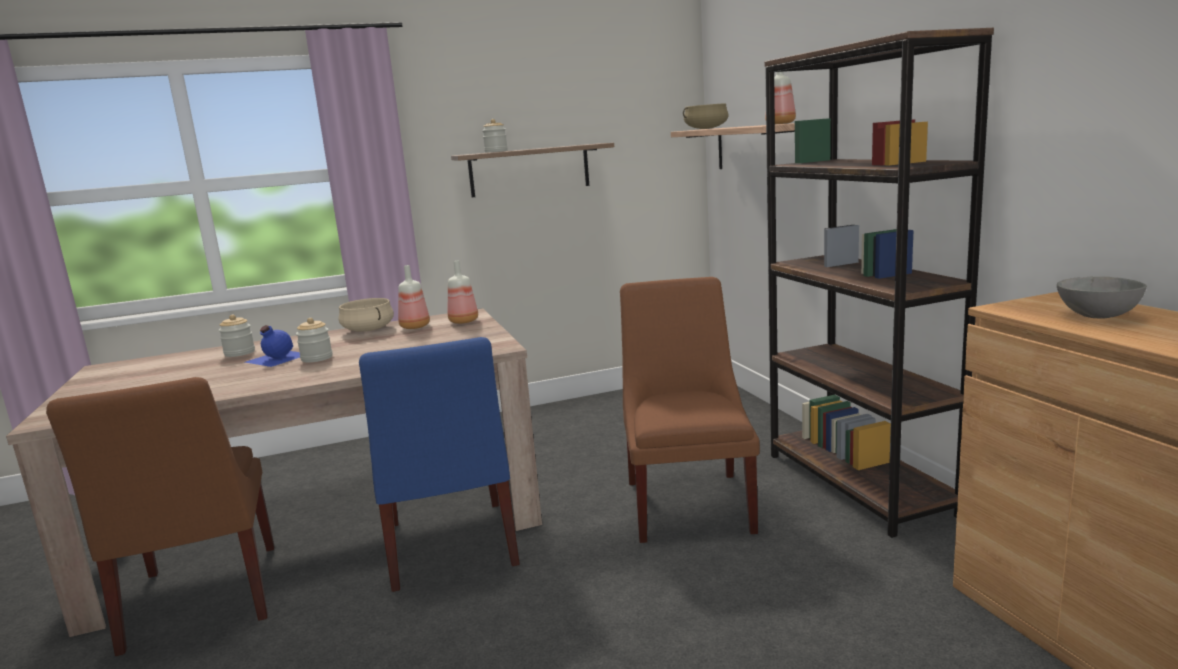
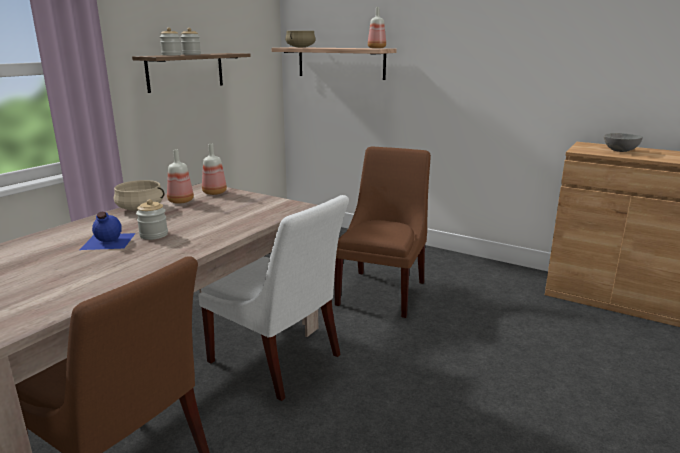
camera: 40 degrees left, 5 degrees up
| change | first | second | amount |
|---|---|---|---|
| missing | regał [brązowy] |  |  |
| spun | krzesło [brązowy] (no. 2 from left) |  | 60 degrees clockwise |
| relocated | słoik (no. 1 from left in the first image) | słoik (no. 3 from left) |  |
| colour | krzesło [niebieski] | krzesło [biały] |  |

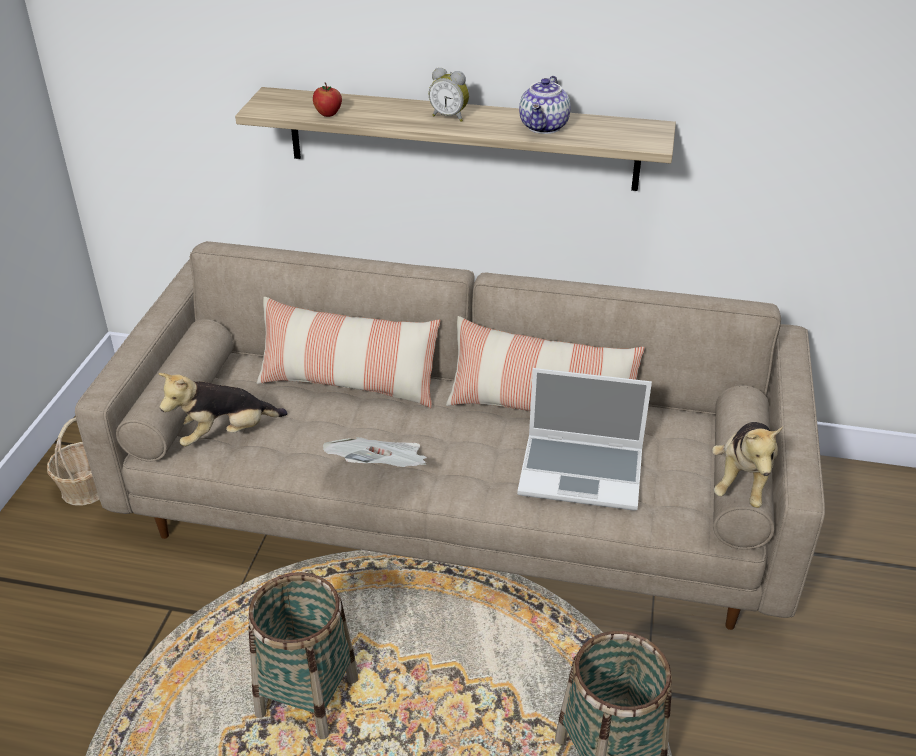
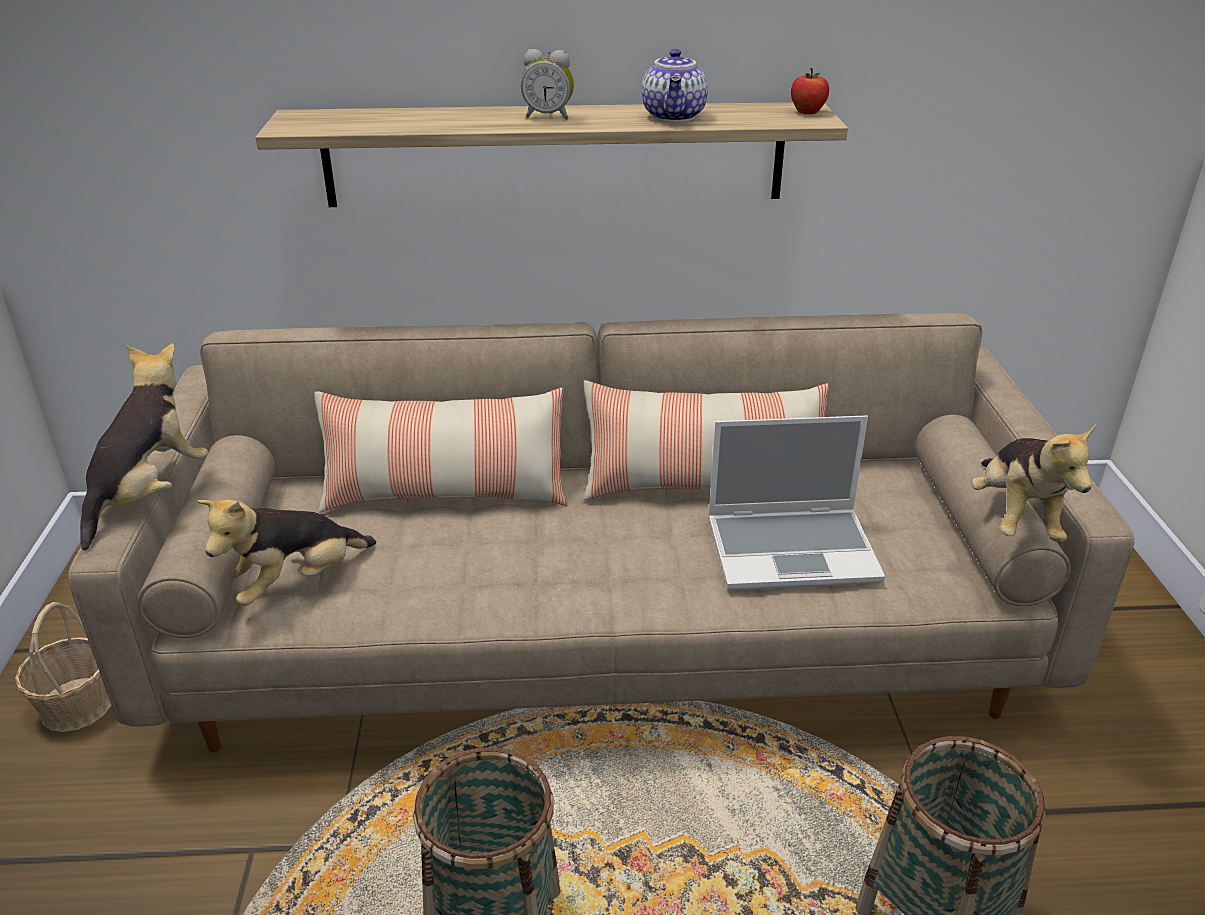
camera: 15 degrees left, 5 degrees down
| change | first | second | amount |
|---|---|---|---|
| relocated | jabłko |  |  |
| missing | gazeta |  |  |
| appeared |  | pluszak (no. 1 from left) |  |

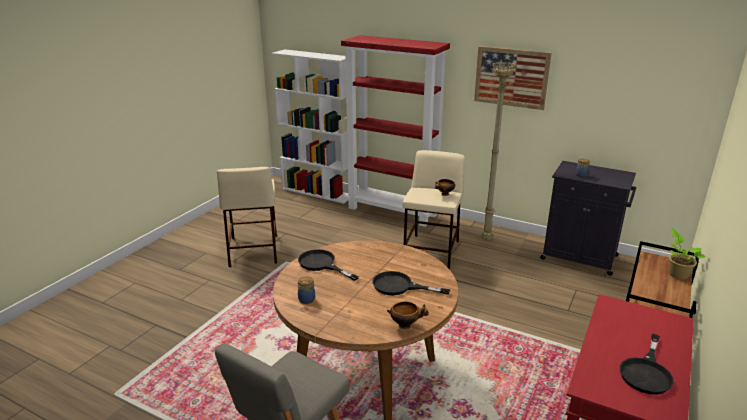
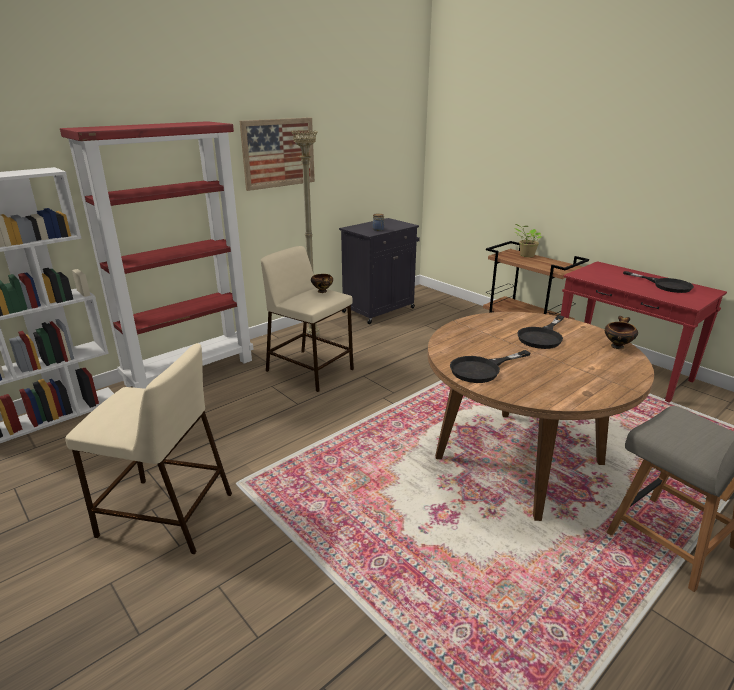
camera: 70 degrees left, 0 degrees up
| change | first | second | amount |
|---|---|---|---|
| missing | słoik (no. 1 from left) |  |  |

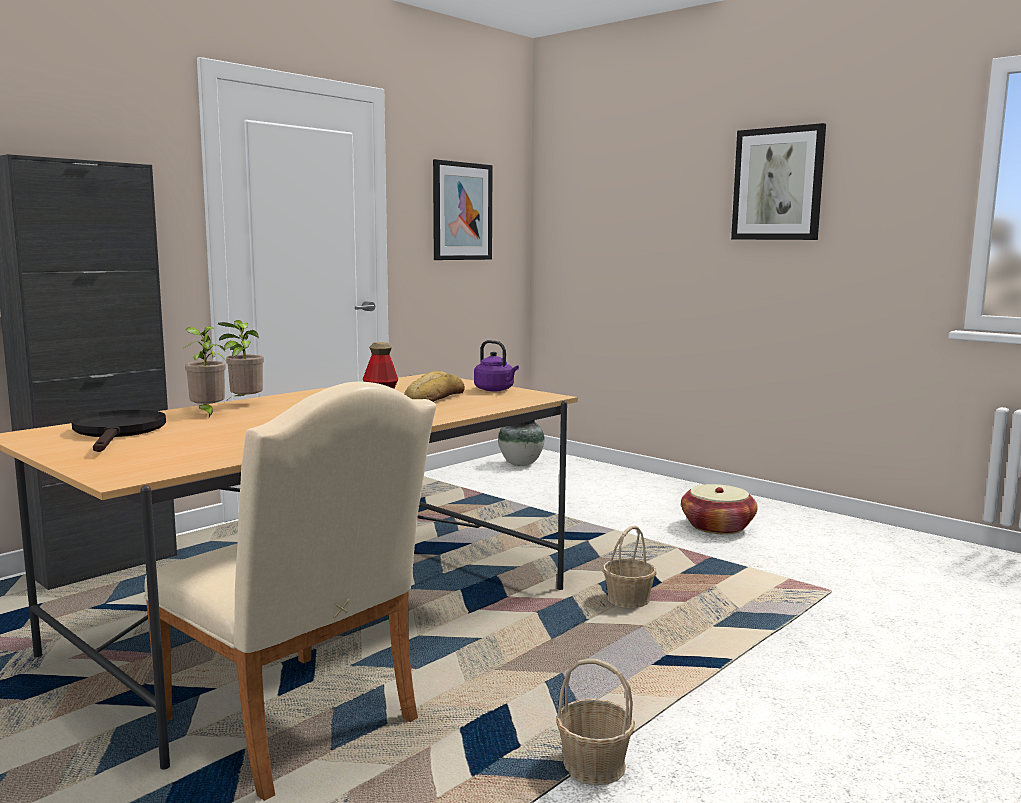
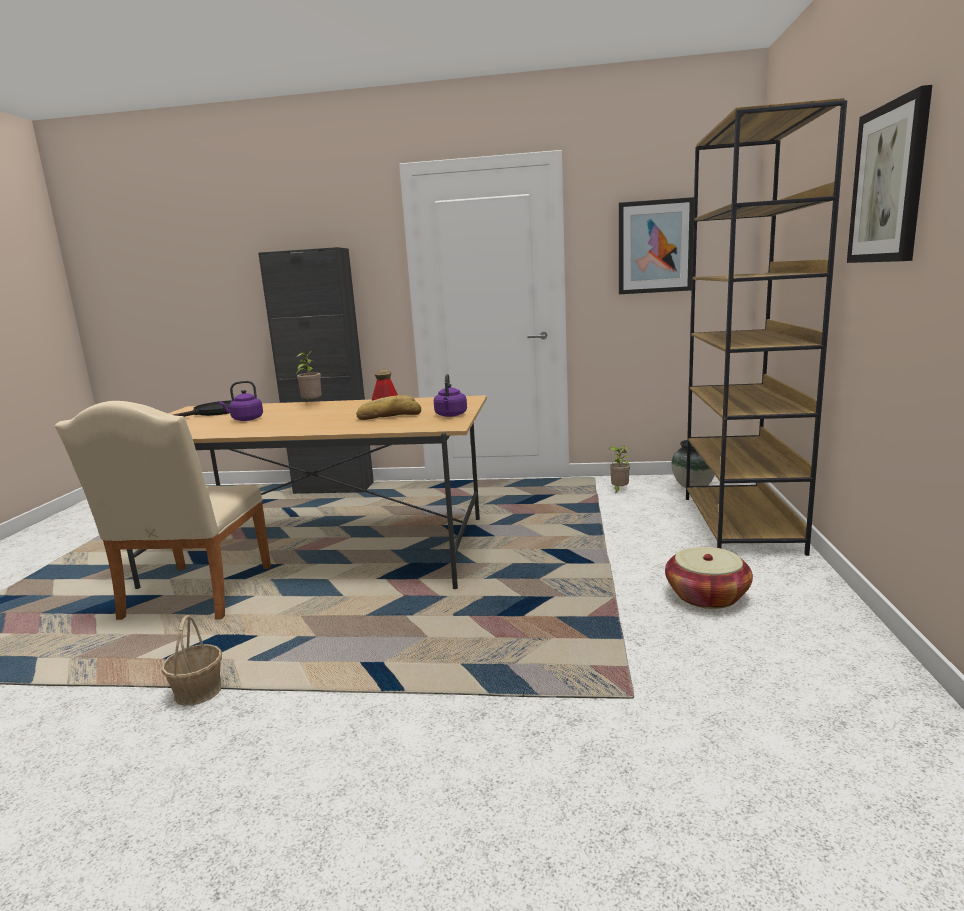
camera: 55 degrees right, 5 degrees up
| change | first | second | amount |
|---|---|---|---|
| relocated | roślina doniczkowa (no. 1 from left in the first image) | roślina doniczkowa (no. 2 from left) |  |
| missing | koszyk (no. 2 from left) |  |  |
| appeared |  | regał [brązowy] |  |
| appeared |  | czajnik [fioletowy] (no. 1 from left) |  |

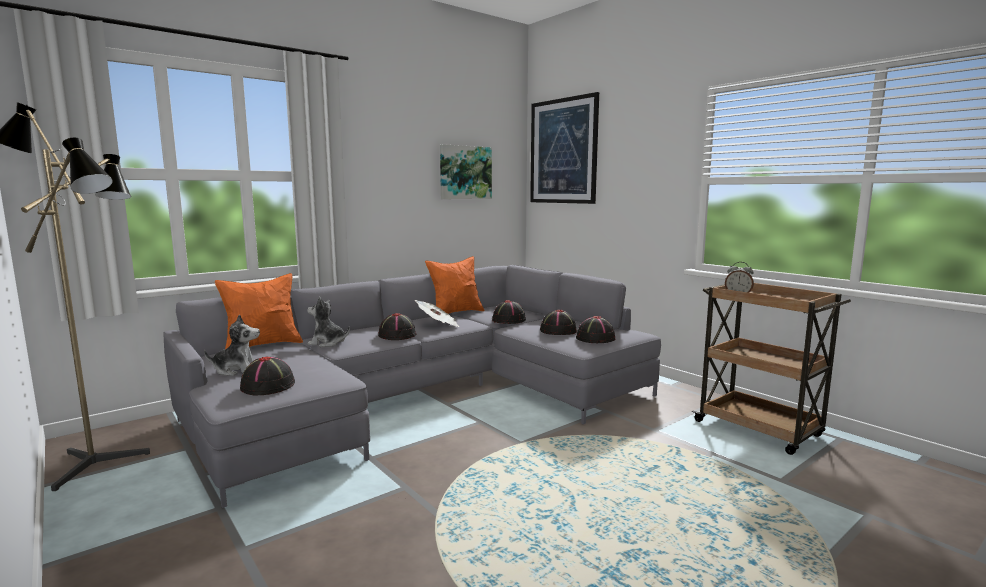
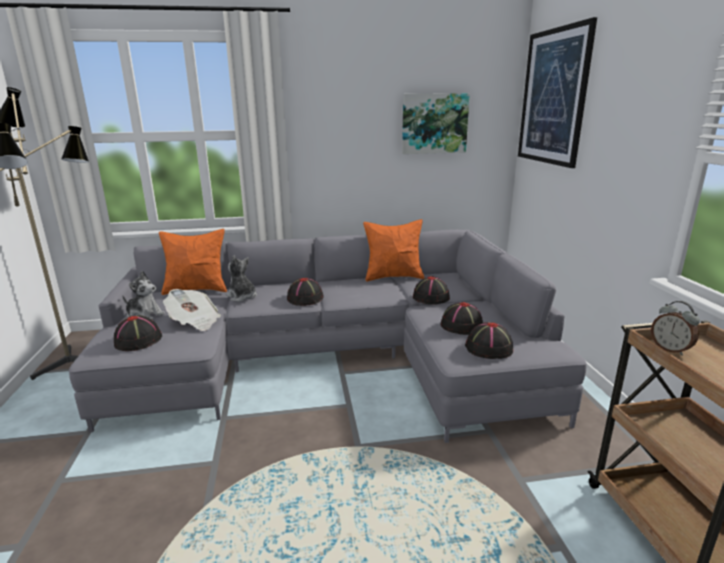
camera: 30 degrees right, 10 degrees up
| change | first | second | amount |
|---|---|---|---|
| relocated | gazeta |  |  |

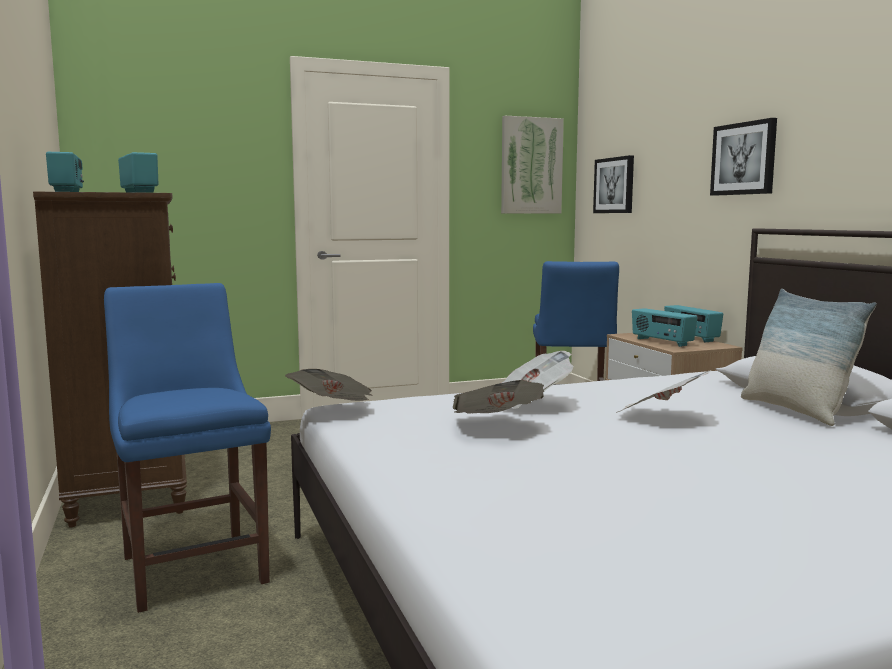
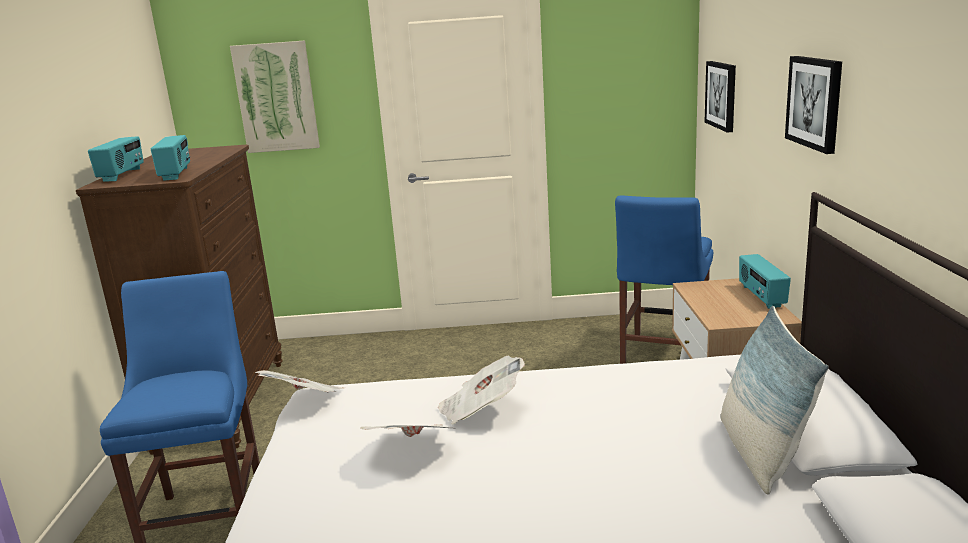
camera: 20 degrees right, 10 degrees up
| change | first | second | amount |
|---|---|---|---|
| relocated | obraz (no. 1 from left) |  |  |
| missing | radio (no. 3 from left) |  |  |
| missing | gazeta (no. 4 from left) |  |  |

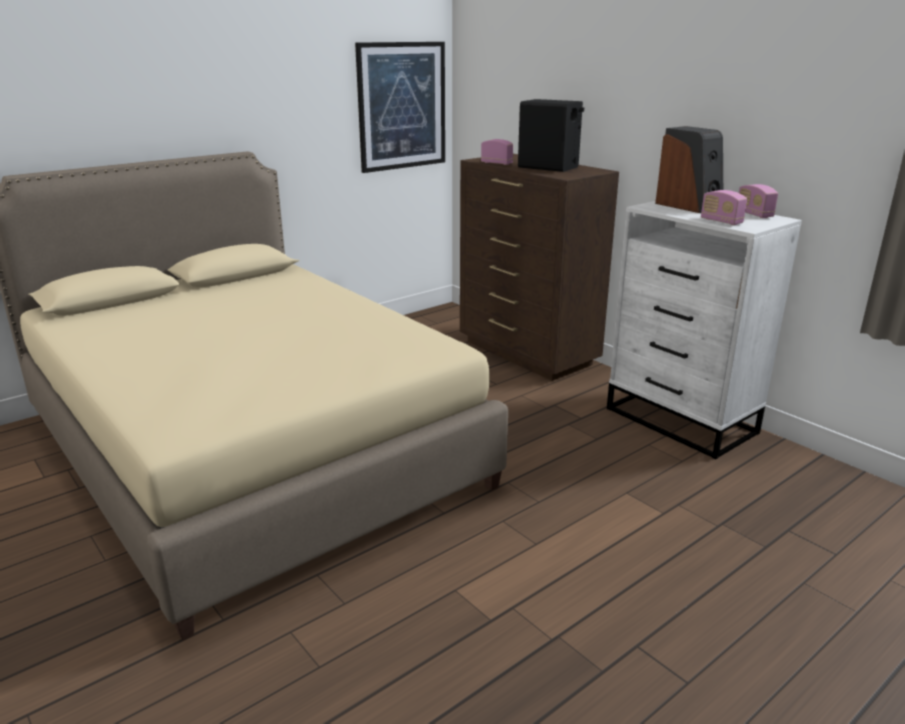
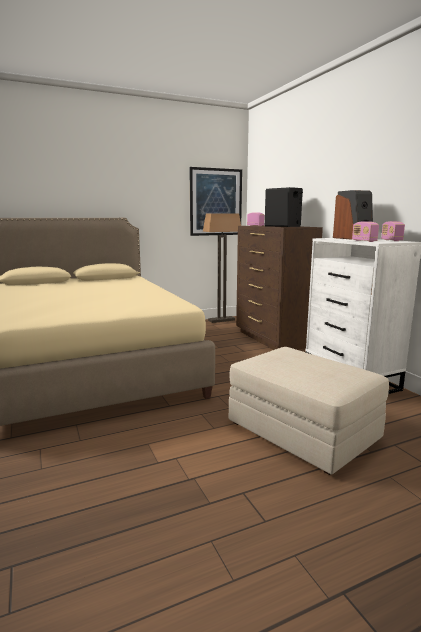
camera: 15 degrees right, 10 degrees down
| change | first | second | amount |
|---|---|---|---|
| appeared |  | lampa stojąca |  |
| appeared |  | pufa [beżowy] |  |

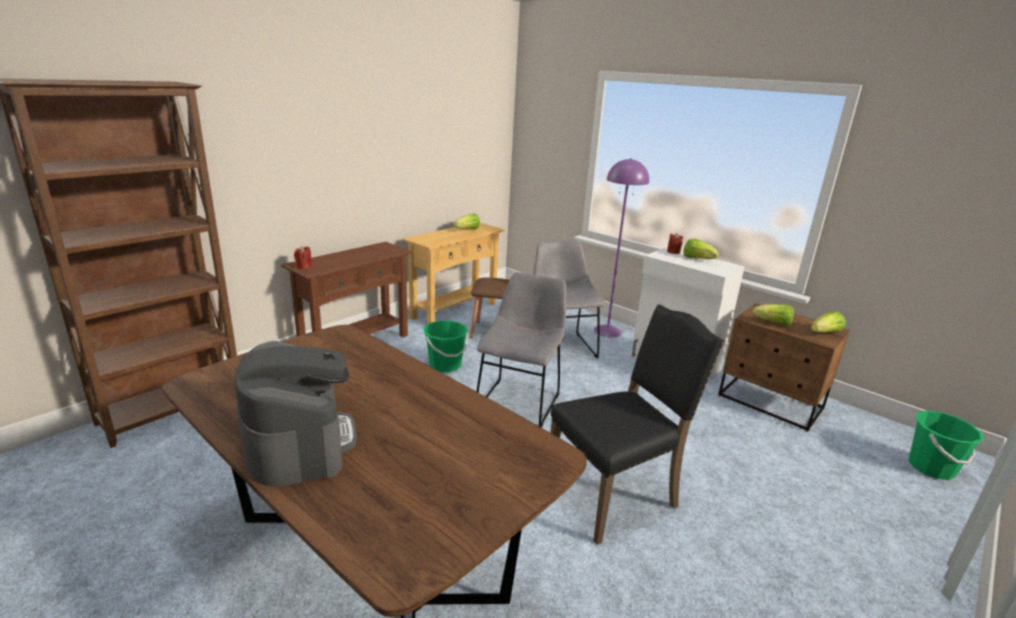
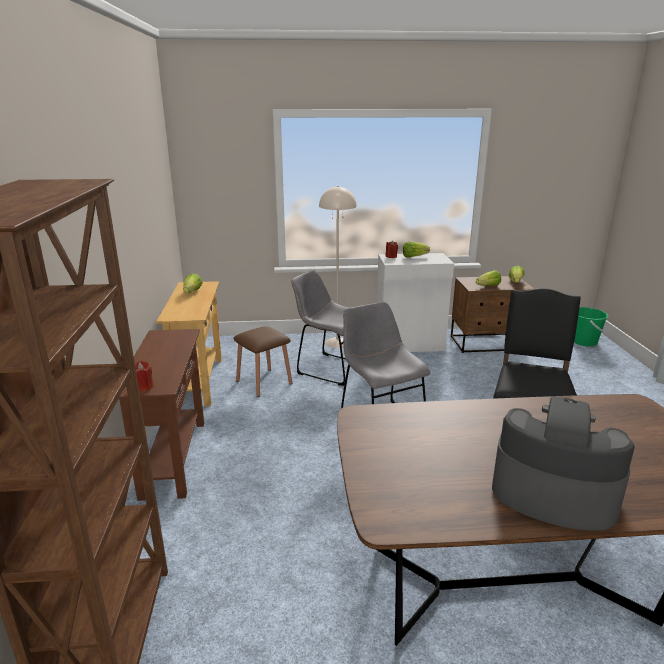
camera: 45 degrees left, 0 degrees up
| change | first | second | amount |
|---|---|---|---|
| colour | lampa stojąca [fioletowy] | lampa stojąca [beżowy] |  |
| missing | wiadro [zielony] (no. 1 from left) |  |  |

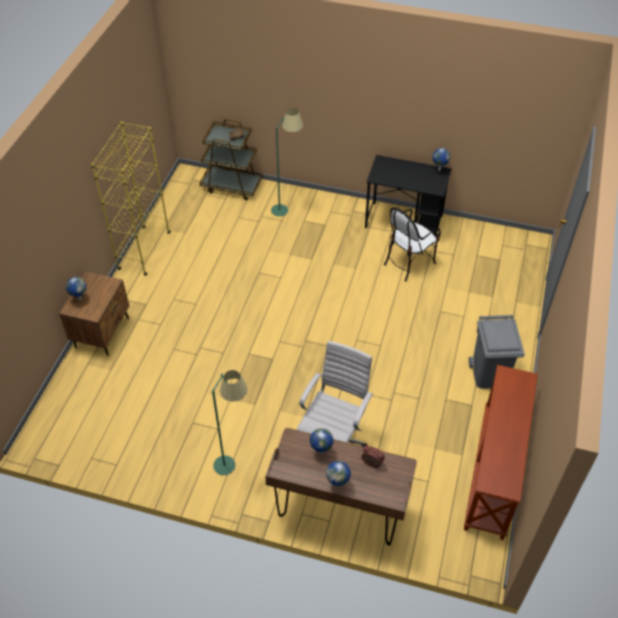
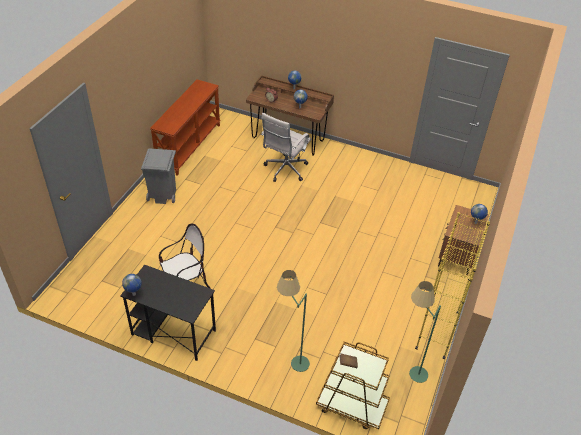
camera: 175 degrees left, 5 degrees down
| change | first | second | amount |
|---|---|---|---|
| relocated | lampa stojąca [zielony] (no. 1 from left in the first image) | lampa stojąca [zielony] (no. 2 from left) |  |

